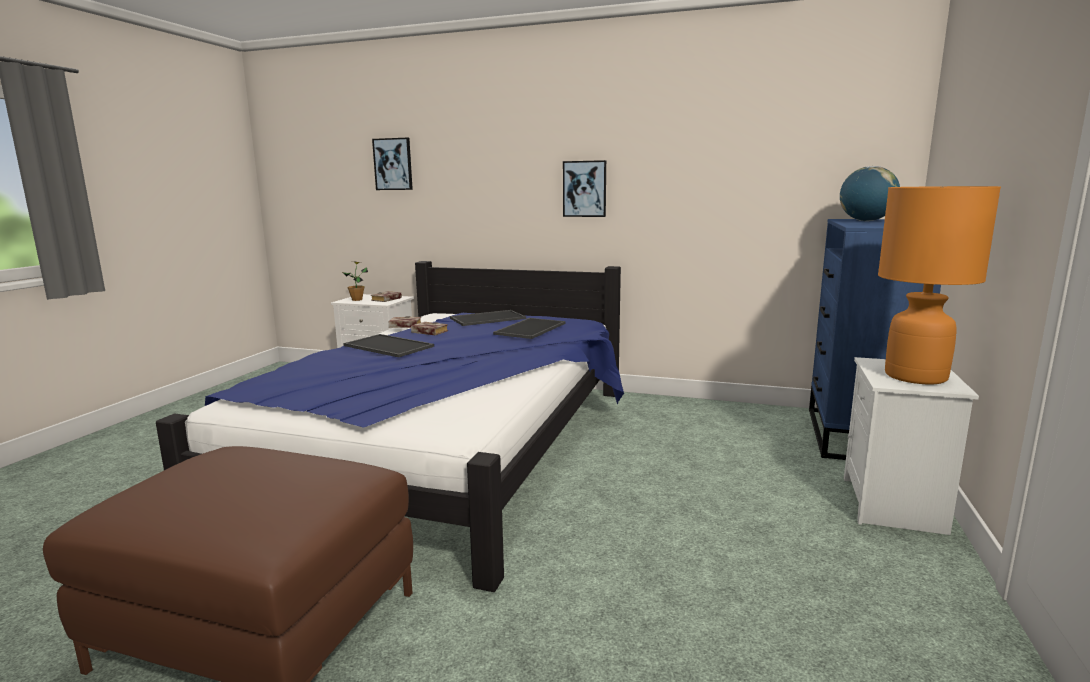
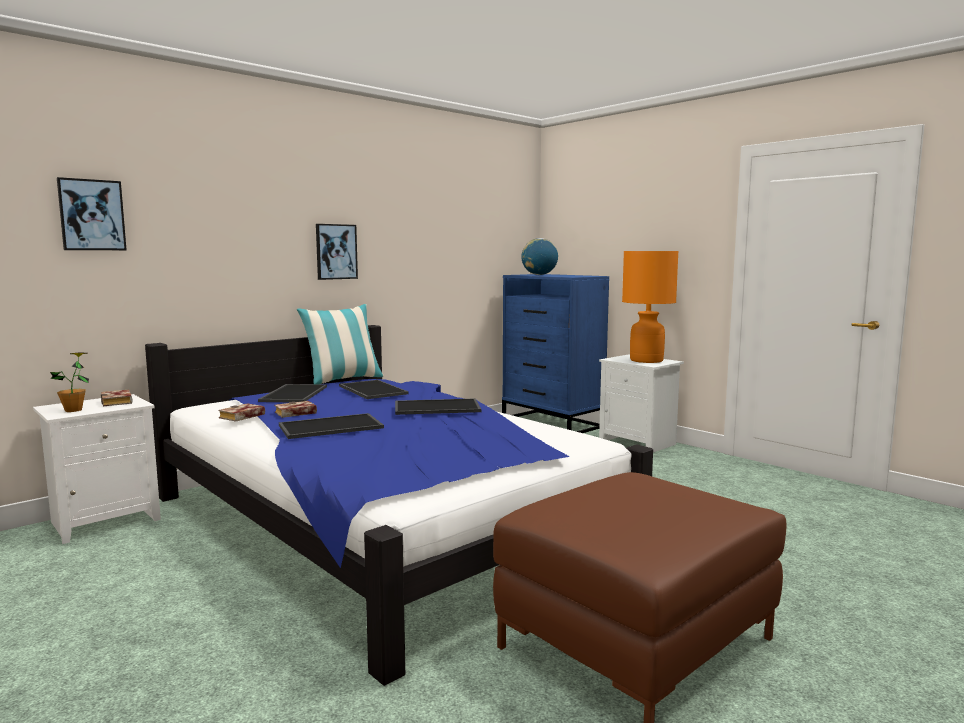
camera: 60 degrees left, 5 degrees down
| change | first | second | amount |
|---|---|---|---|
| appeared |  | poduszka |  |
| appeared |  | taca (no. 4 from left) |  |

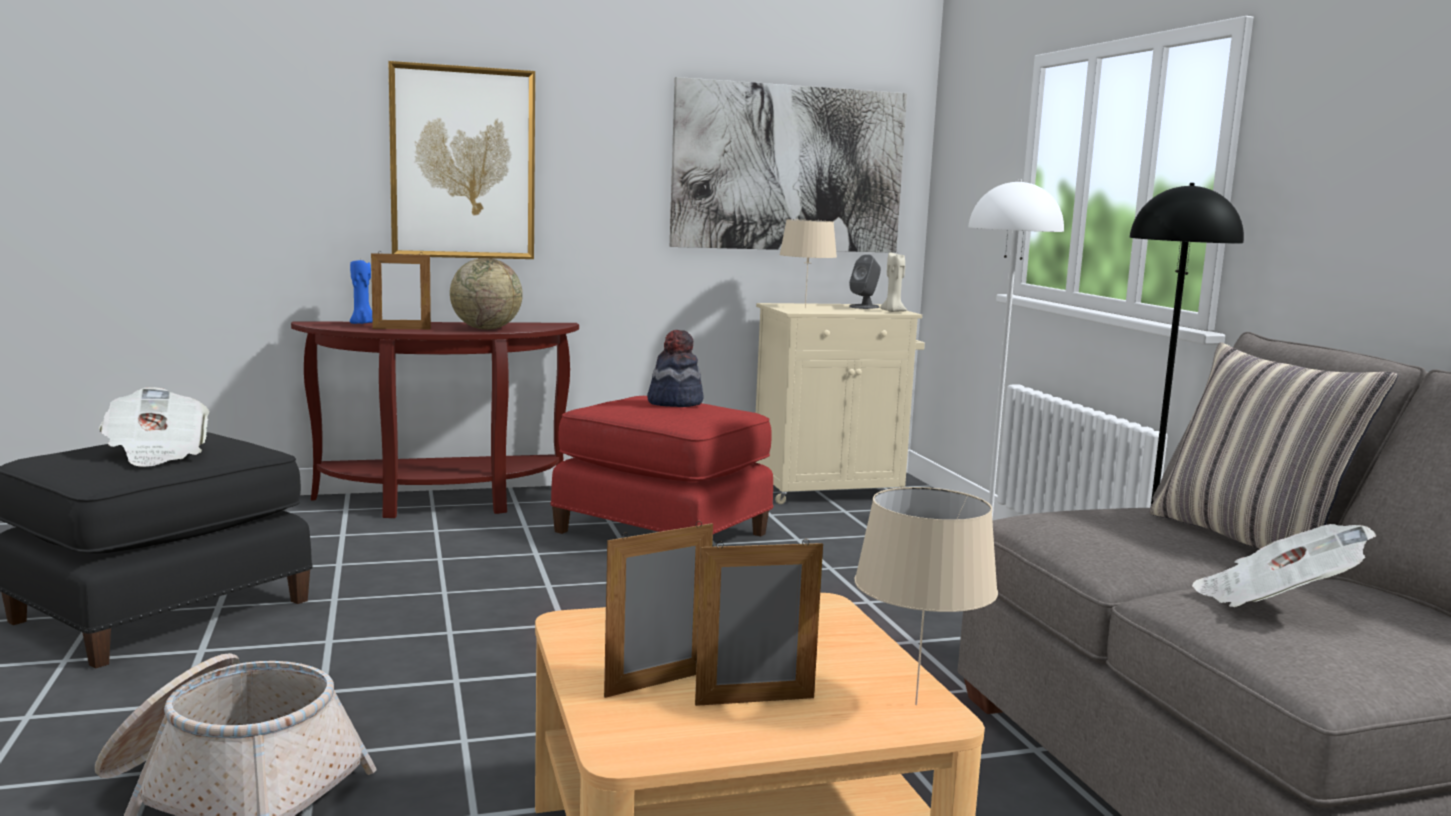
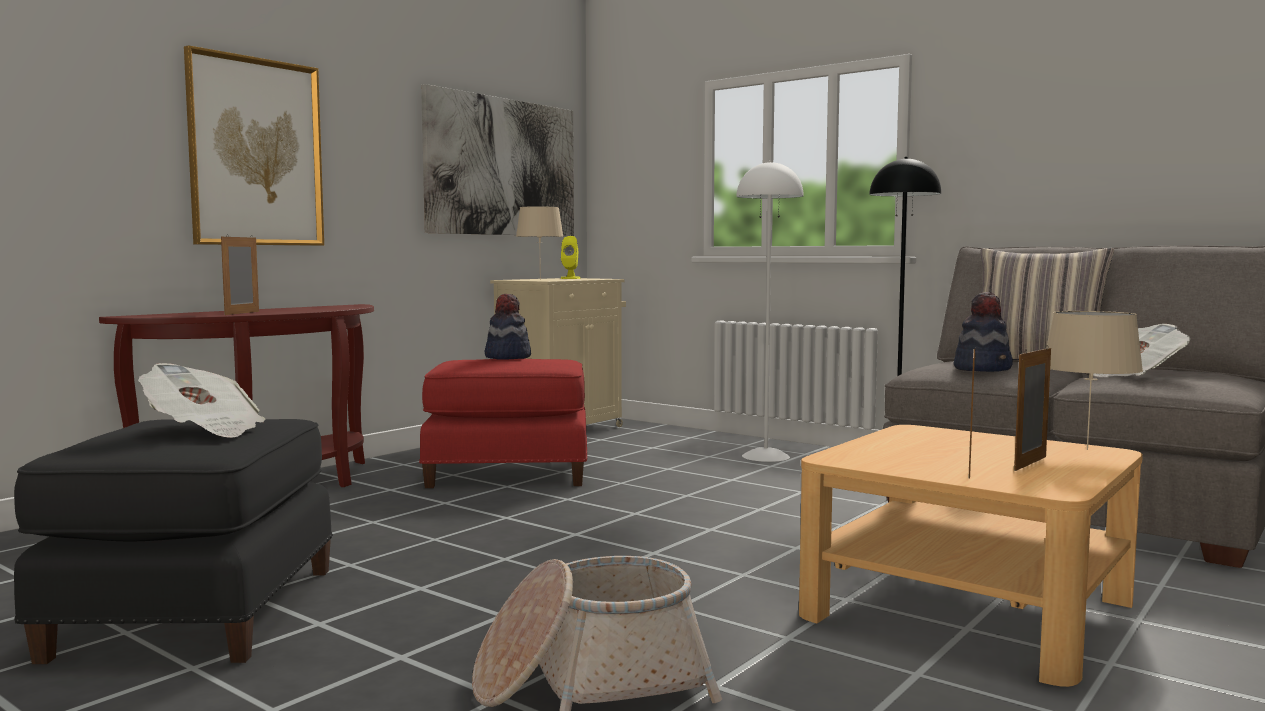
camera: 35 degrees left, 5 degrees down
| change | first | second | amount |
|---|---|---|---|
| spun | ramka na zdjęcie (no. 1 from left) |  | 150 degrees clockwise |
| missing | świeca [beżowy] |  |  |
| colour | głośnik [szary] | głośnik [żółty] |  |
| missing | globus |  |  |
| missing | świeca [niebieski] |  |  |
| appeared |  | kapelusz (no. 2 from left) |  |

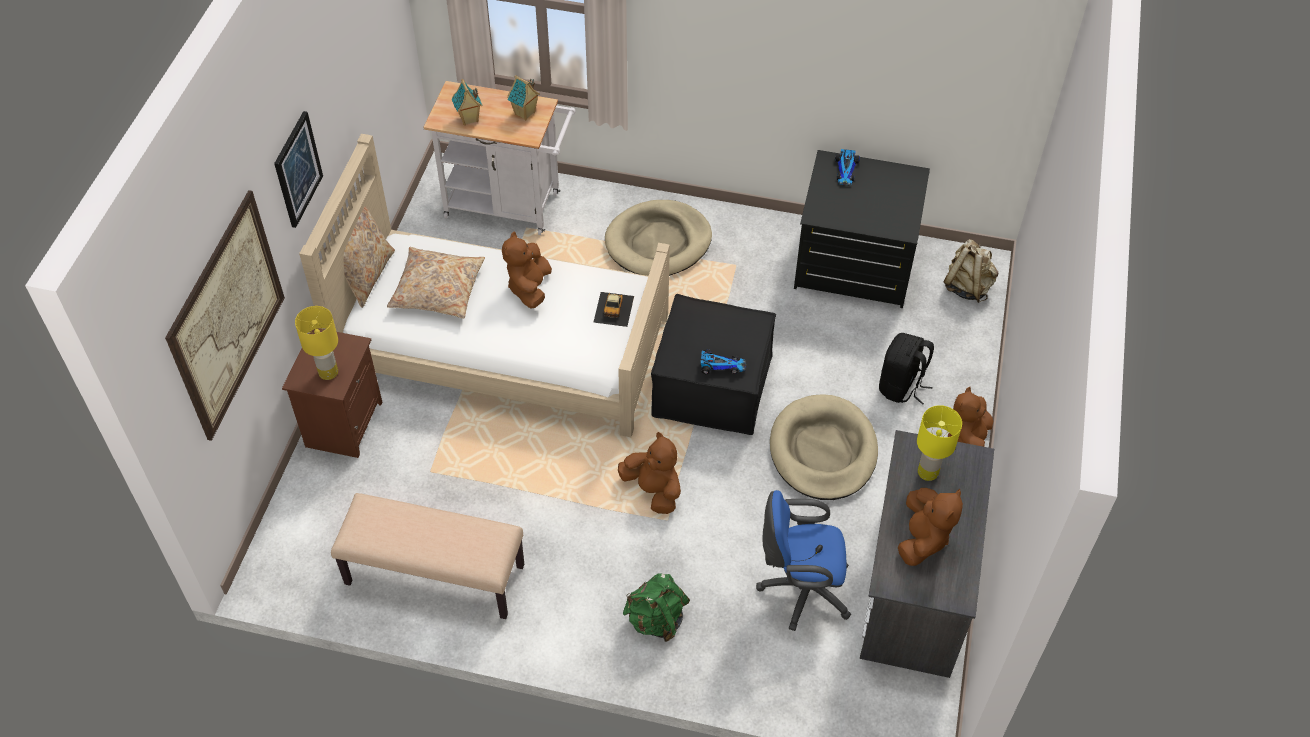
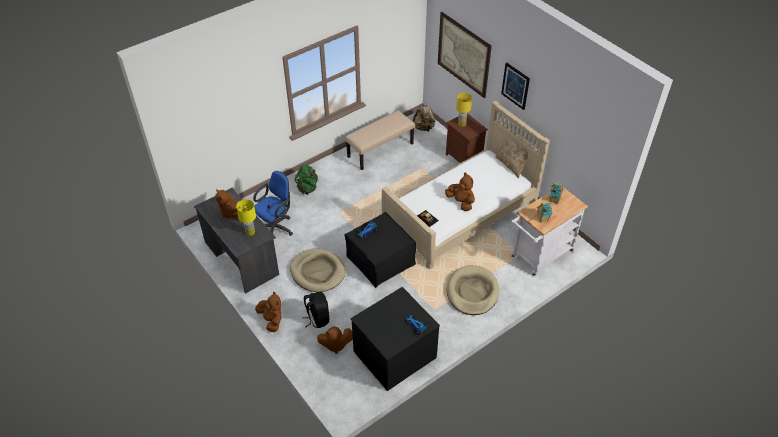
camera: 130 degrees right, 5 degrees down
| change | first | second | amount |
|---|---|---|---|
| relocated | plecak [beżowy] |  |  |
| missing | poduszka [beżowy] (no. 2 from left) |  |  |
| relocated | pluszak [brązowy] (no. 2 from left in the first image) | pluszak [brązowy] (no. 3 from left) |  |

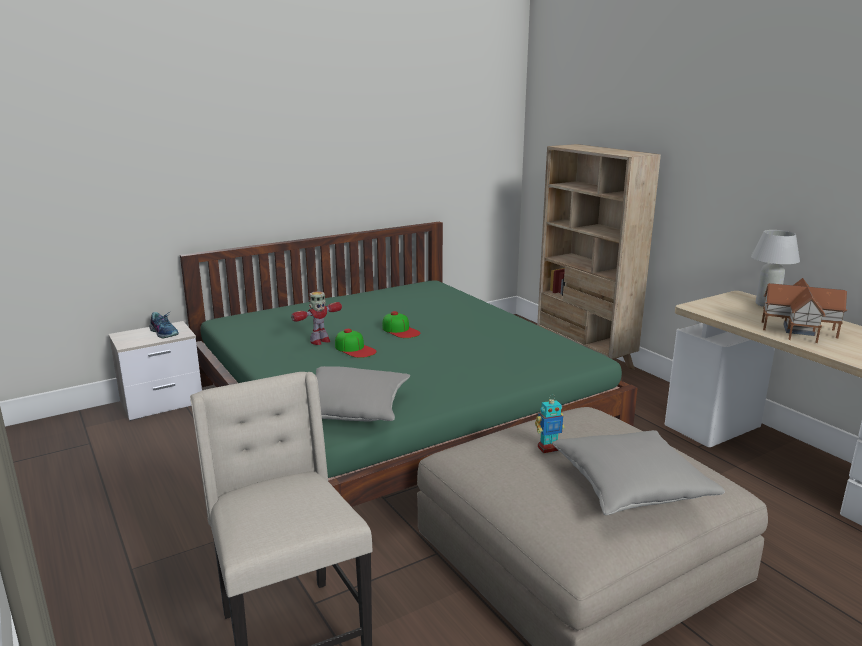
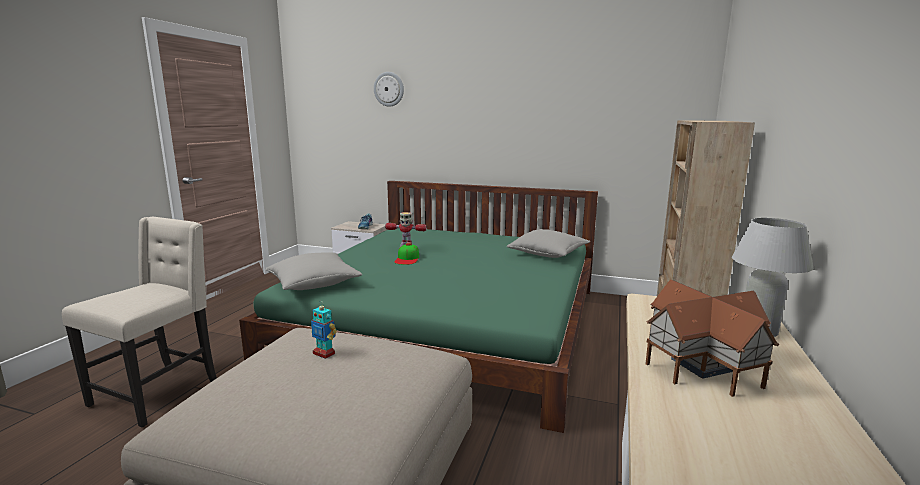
camera: 50 degrees right, 5 degrees down
| change | first | second | amount |
|---|---|---|---|
| missing | czapka z daszkiem (no. 2 from left) |  |  |
| relocated | poduszka [szary] (no. 2 from left) |  |  |
| appeared |  | zegar ścienny |  |

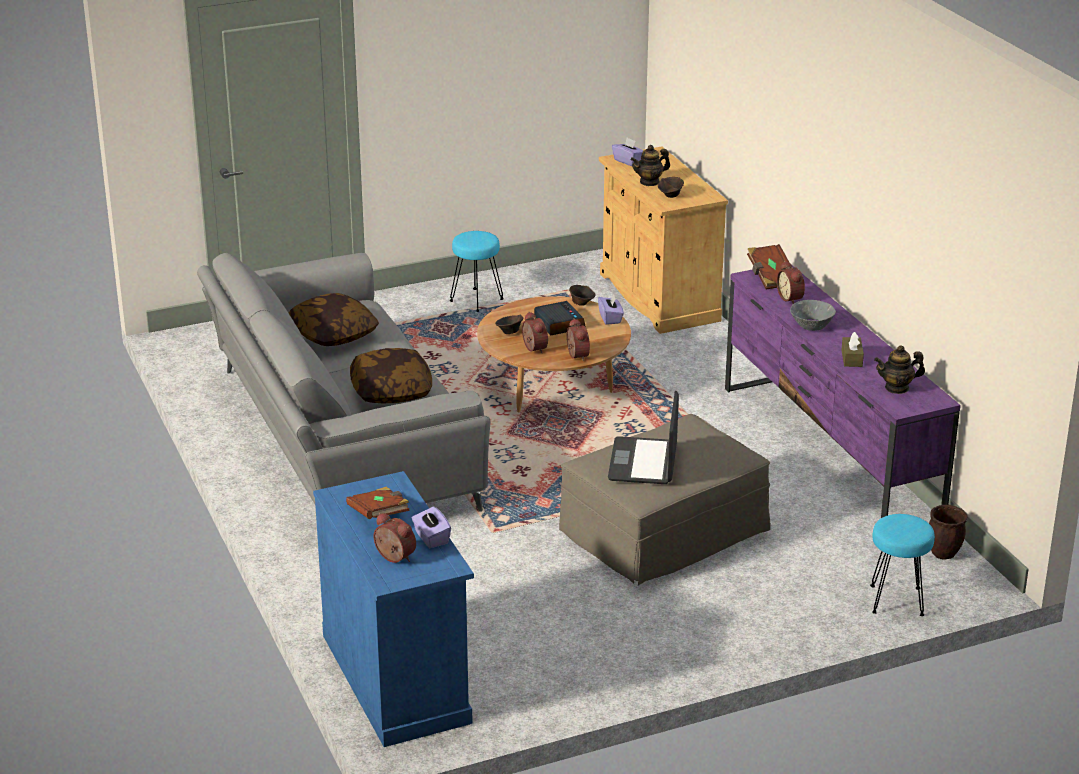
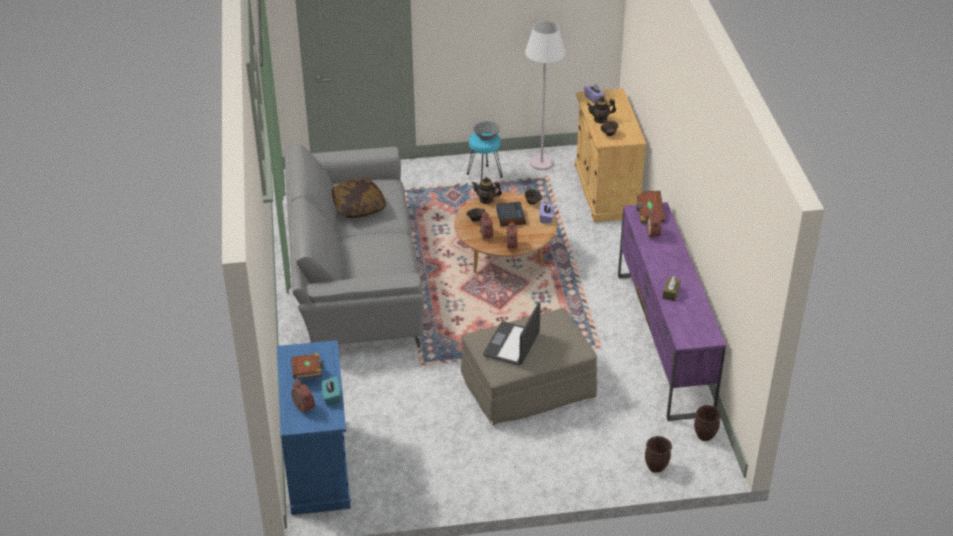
camera: 15 degrees right, 10 degrees up
| change | first | second | amount |
|---|---|---|---|
| relocated | miska [szary] |  |  |
| relocated | imbryk (no. 2 from left in the first image) | imbryk (no. 1 from left) |  |
| missing | poduszka (no. 2 from left) |  |  |
| colour | pudełko chusteczek [fioletowy] (no. 1 from left) | pudełko chusteczek [turkusowy] |  |
| exchanged | stołek [turkusowy] (no. 2 from left) | donica [brązowy] (no. 1 from left) |  |
| appeared |  | lampa stojąca [biały] |  |

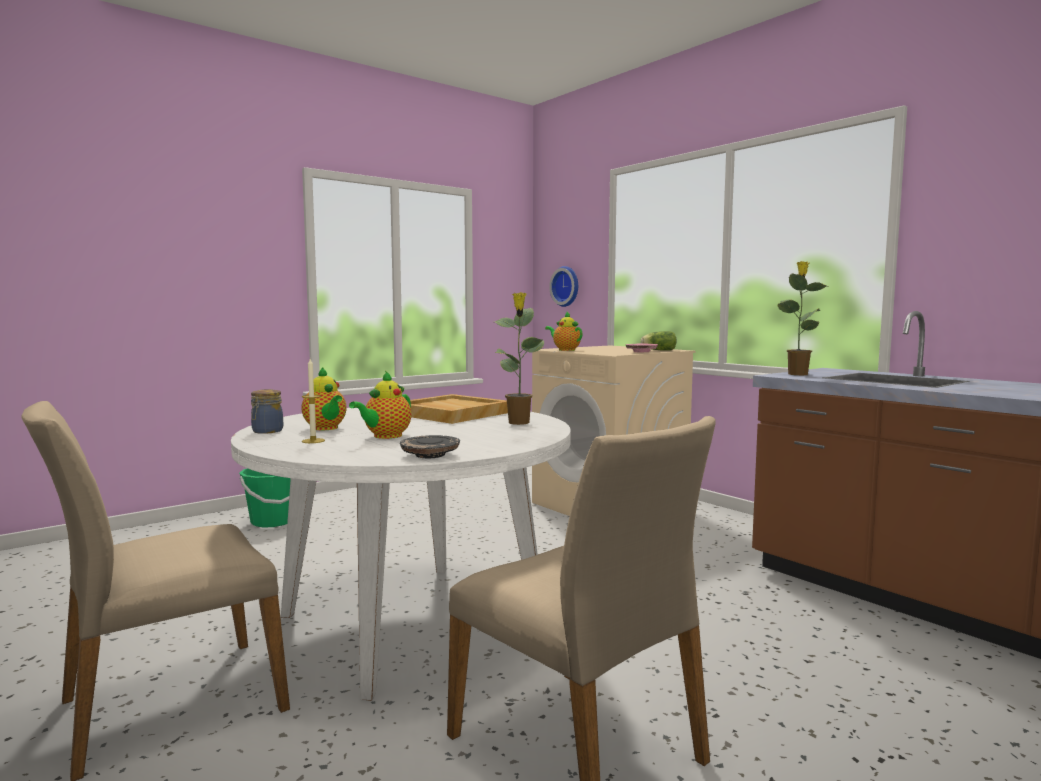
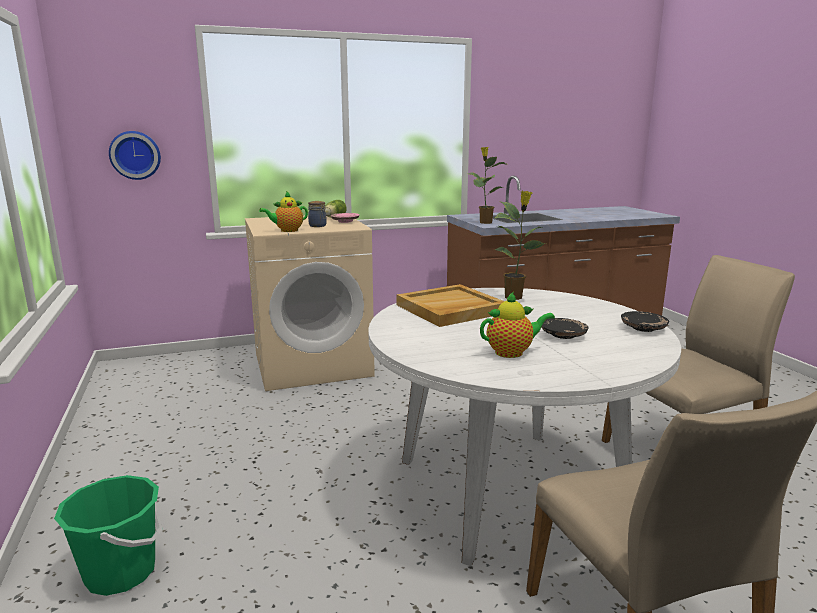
camera: 70 degrees left, 10 degrees up
| change | first | second | amount |
|---|---|---|---|
| missing | świeca |  |  |
| exchanged | imbryk (no. 2 from left) | talerz [czarny] (no. 1 from left) |  |
| relocated | słoik |  |  |

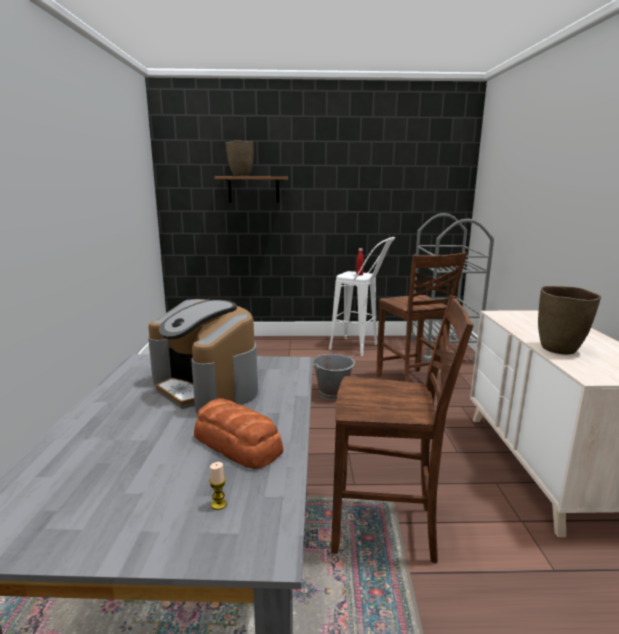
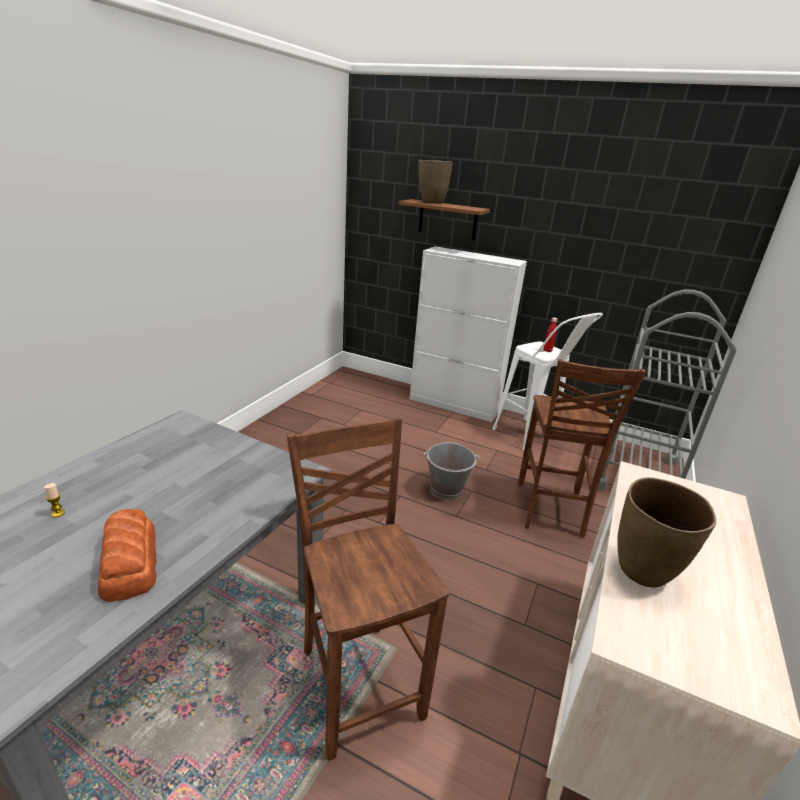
camera: 25 degrees right, 10 degrees up
| change | first | second | amount |
|---|---|---|---|
| spun | krzesło [brązowy] (no. 1 from left) |  | 150 degrees counterclockwise |
| missing | ekspres do kawy |  |  |
| relocated | świeca |  |  |
| appeared |  | szafka [biały] |  |

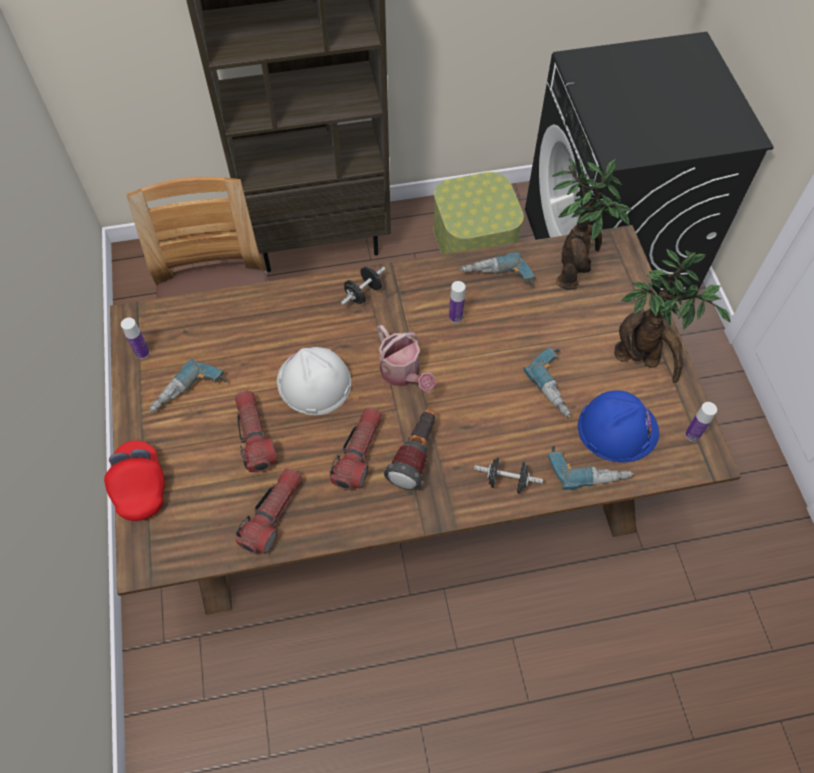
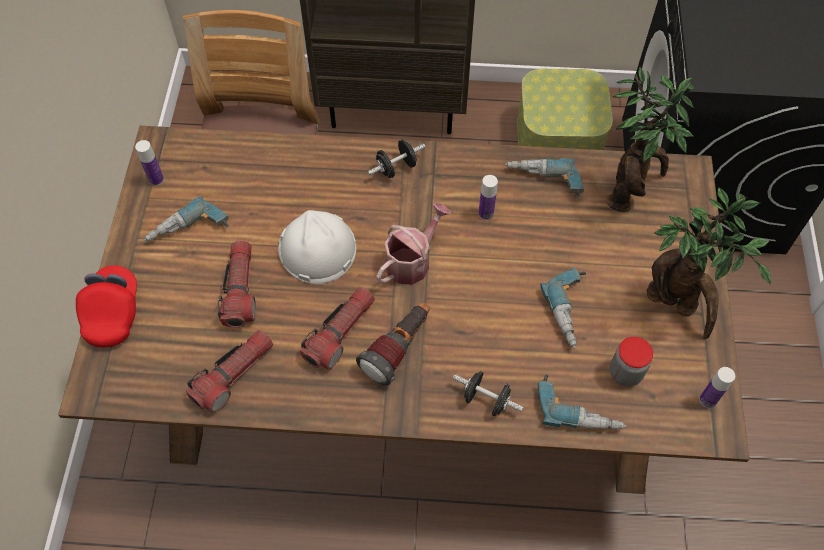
camera: 15 degrees right, 0 degrees up
| change | first | second | amount |
|---|---|---|---|
| spun | konewka |  | 120 degrees counterclockwise |
| exchanged | kask [niebieski] | słoik |  |

